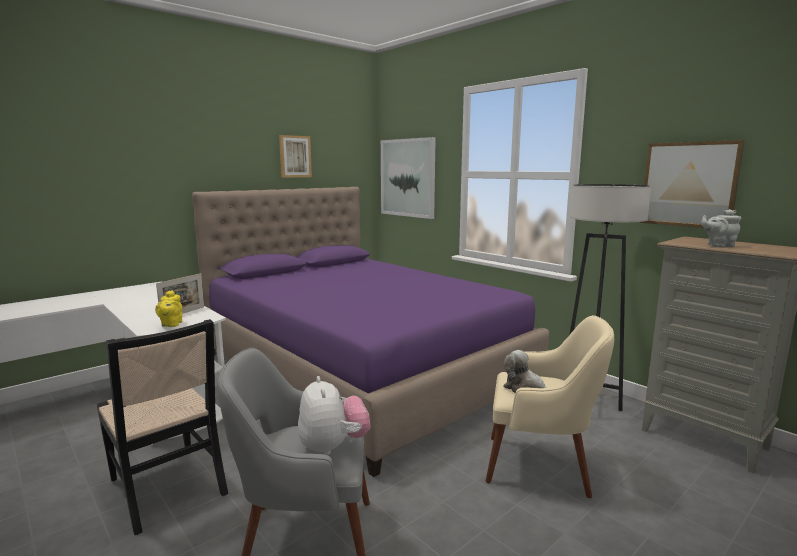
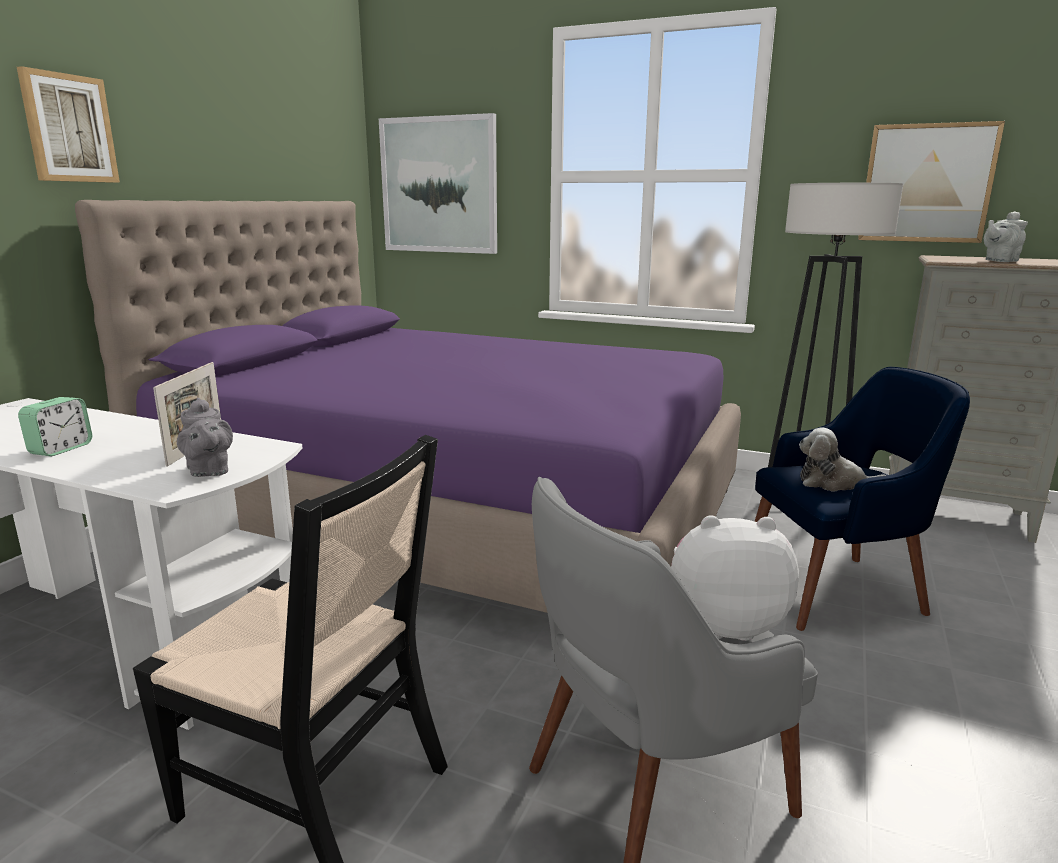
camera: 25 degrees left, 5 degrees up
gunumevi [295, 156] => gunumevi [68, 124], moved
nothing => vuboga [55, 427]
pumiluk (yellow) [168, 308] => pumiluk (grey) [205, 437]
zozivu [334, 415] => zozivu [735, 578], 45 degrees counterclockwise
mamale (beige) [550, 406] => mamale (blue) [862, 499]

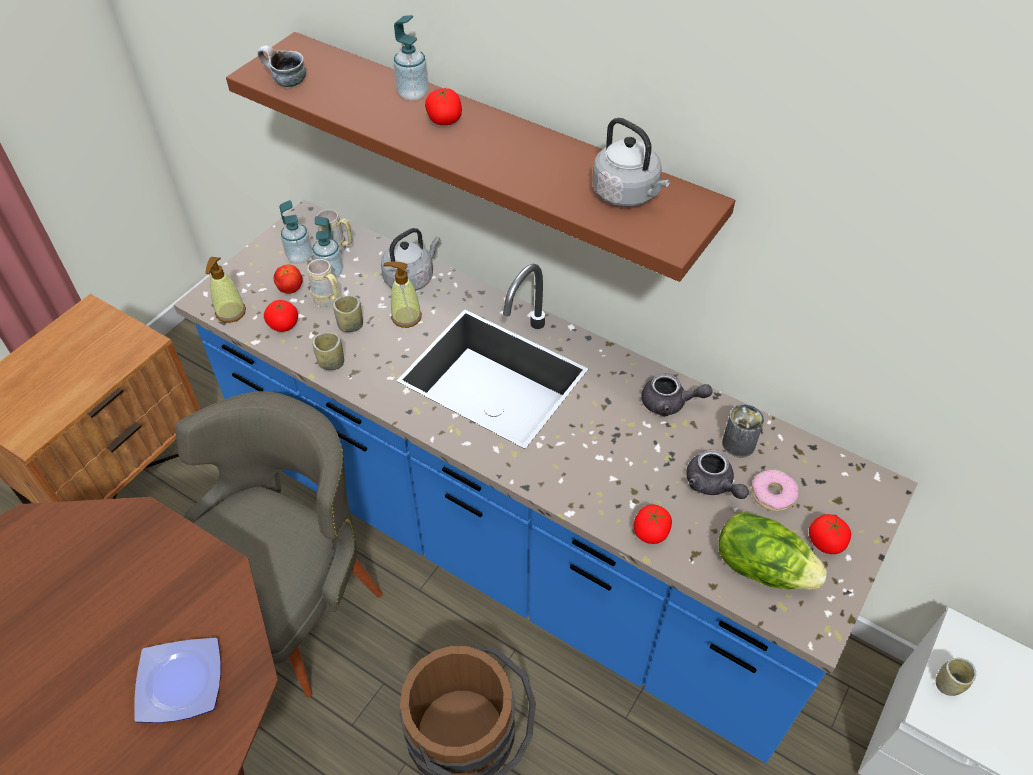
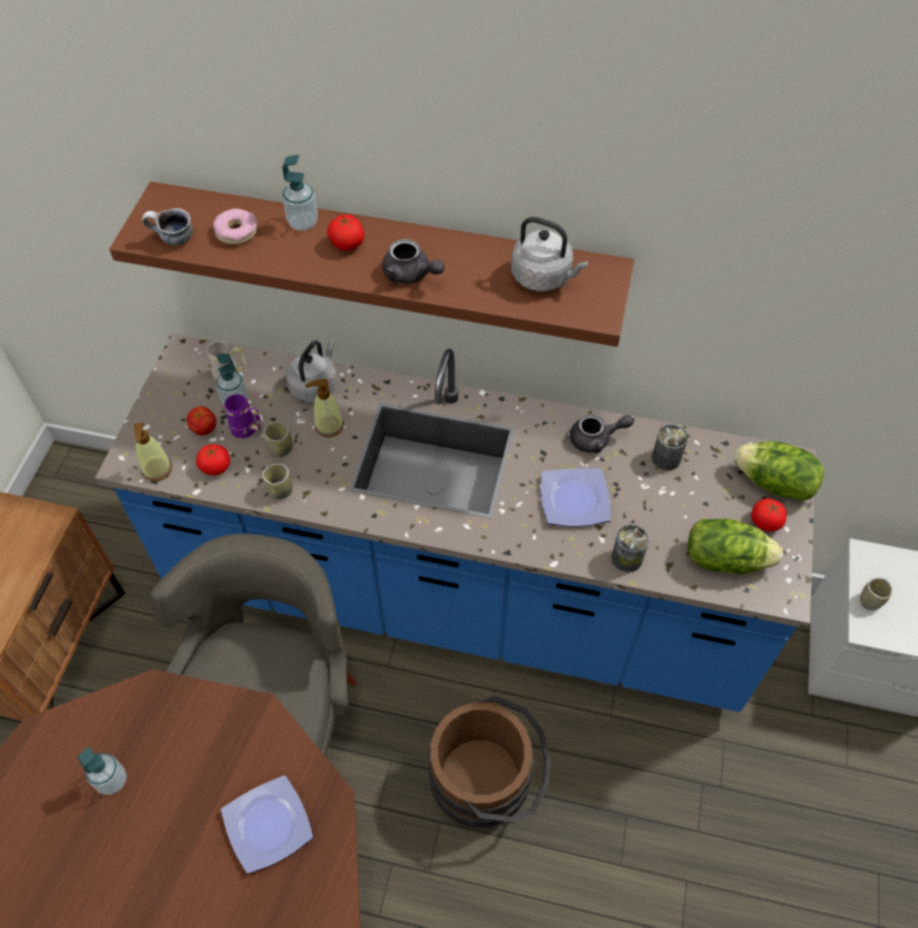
camera: 20 degrees left, 5 degrees up
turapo [295, 232] => turapo [102, 771], moved
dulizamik [775, 490] => dulizamik [235, 226], moved
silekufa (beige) [323, 283] => silekufa (purple) [243, 416]
pumiluk (grey) [717, 474] => pumiluk (grey) [413, 261], moved
nothing => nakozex [575, 497]
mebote [653, 524] => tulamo [630, 548]
nothing => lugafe [778, 471]

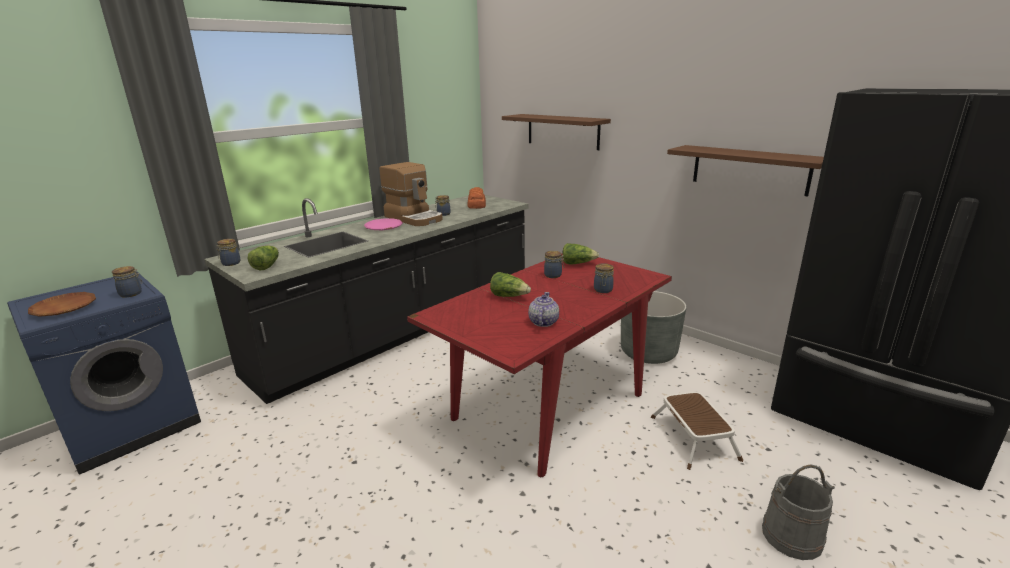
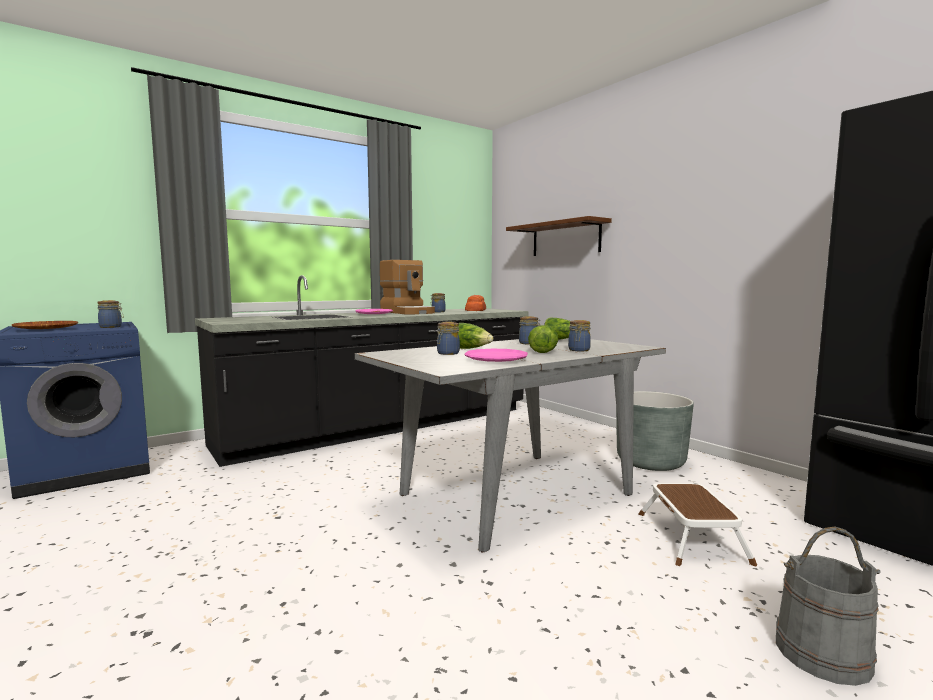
camera: 10 degrees right, 15 degrees down
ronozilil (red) [539, 367] => ronozilil (grey) [510, 445]
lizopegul [228, 252] => lizopegul [448, 338], moved
pumiluk [543, 309] => nakozex (pink) [496, 355]
lugafe [263, 258] => lugafe [543, 339], moved
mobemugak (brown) [745, 170] => nothing

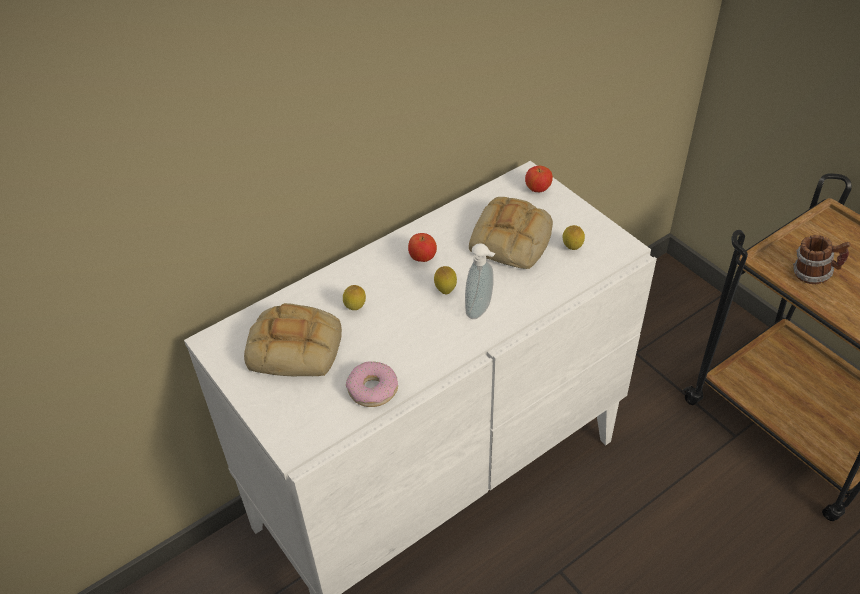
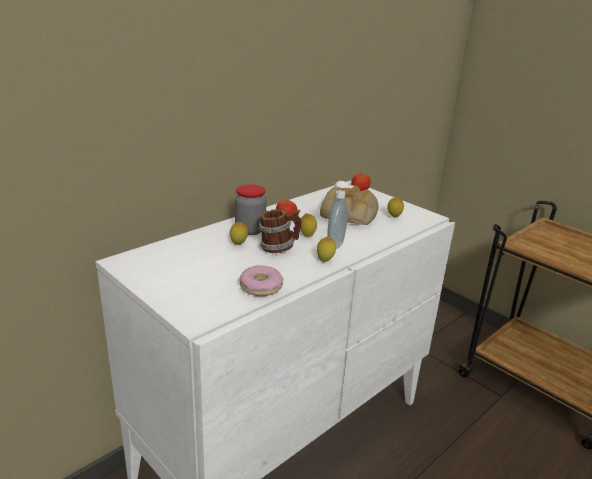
camera: 10 degrees left, 20 degrees down
nothing => lizopegul [251, 209]
silekufa [821, 259] => silekufa [280, 231], moved
nothing => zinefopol [326, 249]
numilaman [293, 339] => nothing

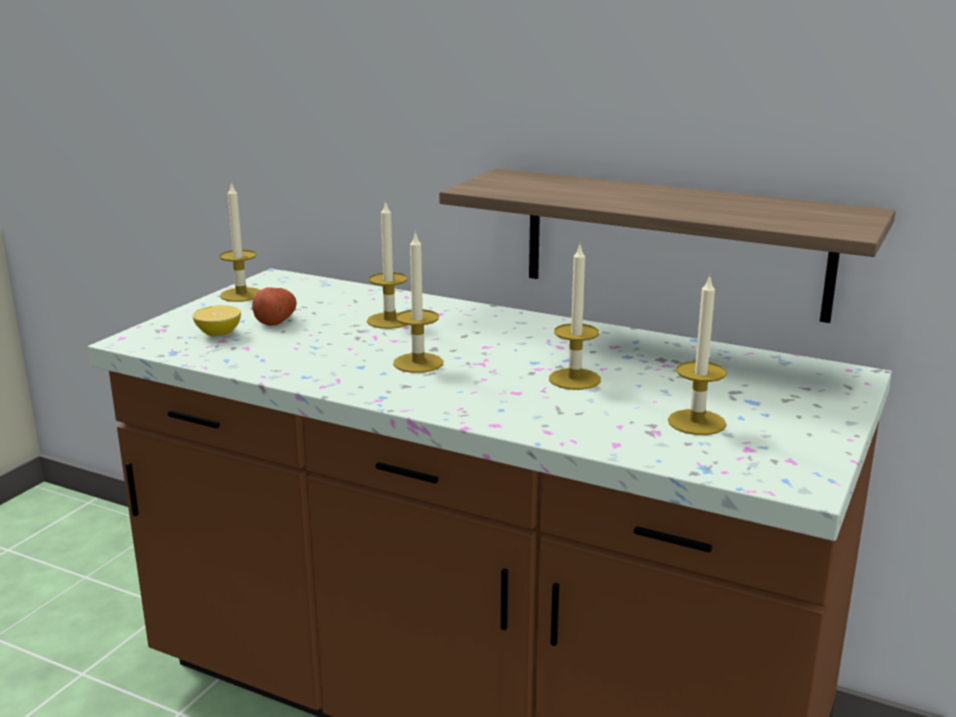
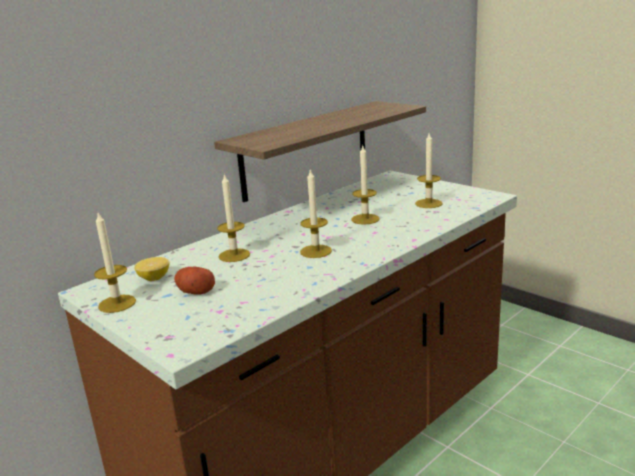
camera: 70 degrees left, 0 degrees up
zinefopol [217, 321] => zinefopol [151, 269], moved

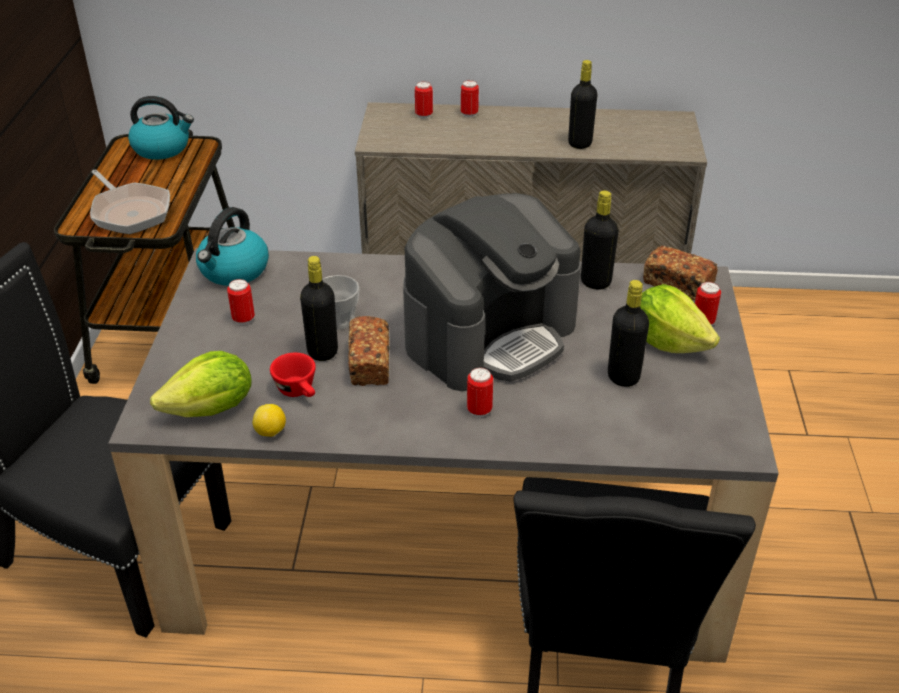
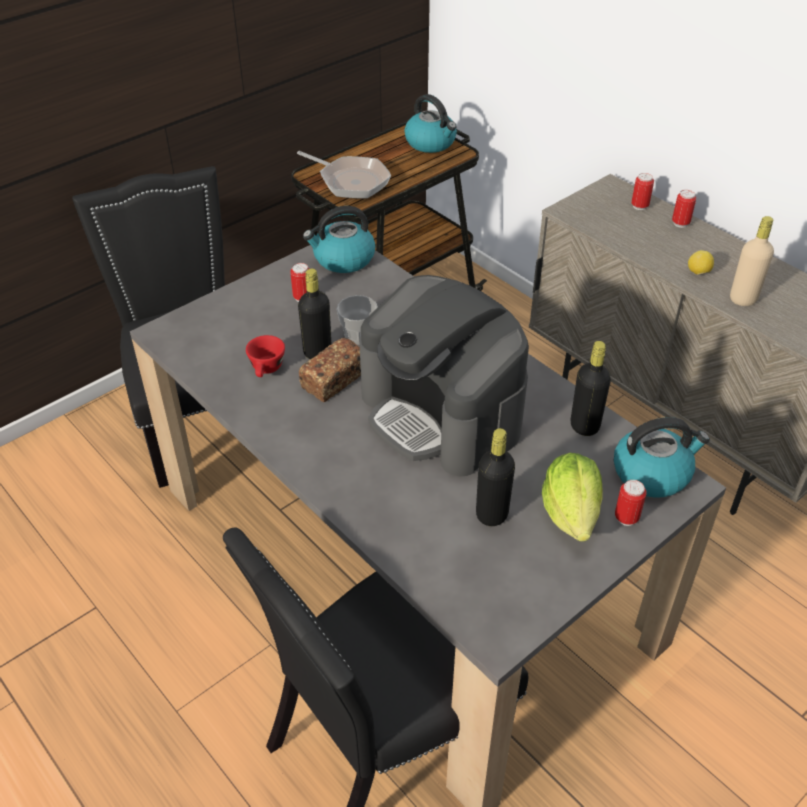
camera: 45 degrees right, 5 degrees up
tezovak [130, 202] => tezovak [344, 175], 60 degrees counterclockwise
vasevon [492, 292] => vasevon [444, 376], 45 degrees clockwise
numilaman [680, 273] => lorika [662, 457]
zinefopol [269, 420] => zinefopol [701, 262], moved
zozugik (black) [582, 104] => zozugik (beige) [752, 261]
lugafe [201, 384] => nothing
tulamo [480, 392] => nothing

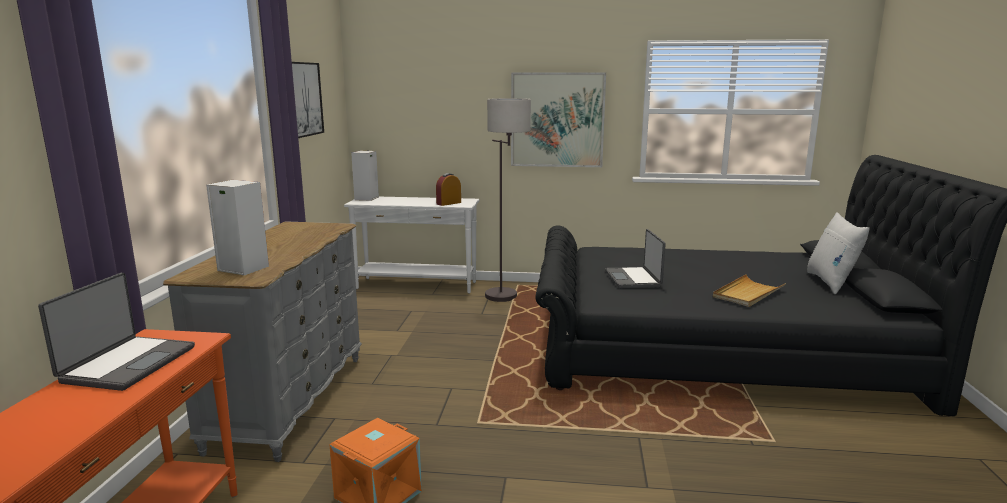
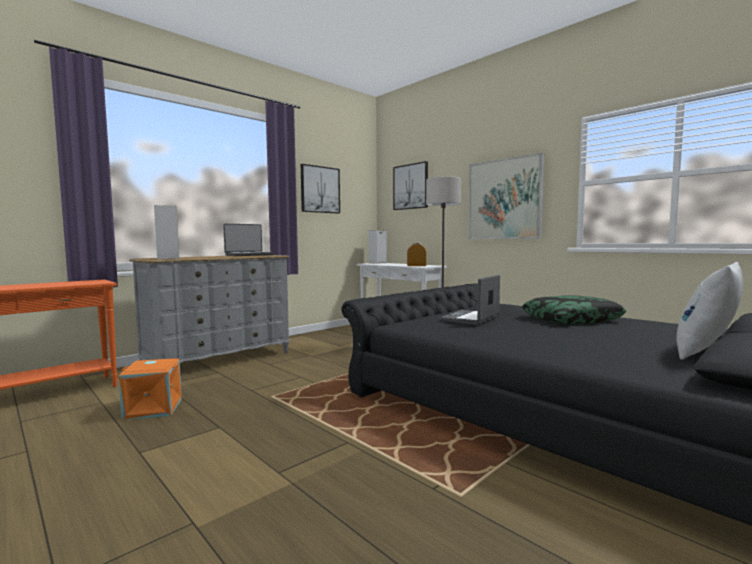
camera: 40 degrees right, 10 degrees down
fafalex [116, 332] => fafalex [248, 240], moved
nothing => gunumevi [410, 185]
nothing => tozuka [574, 309]
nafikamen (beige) [749, 290] => nothing

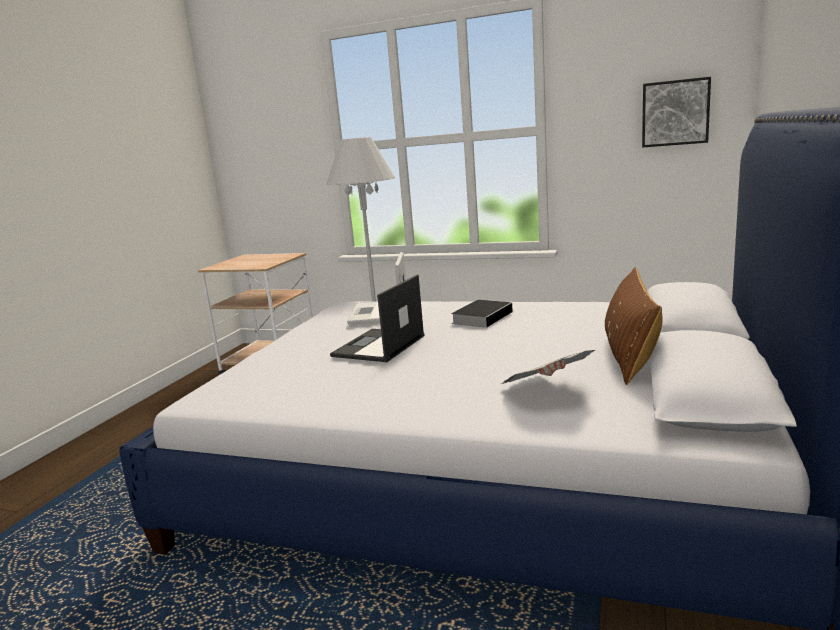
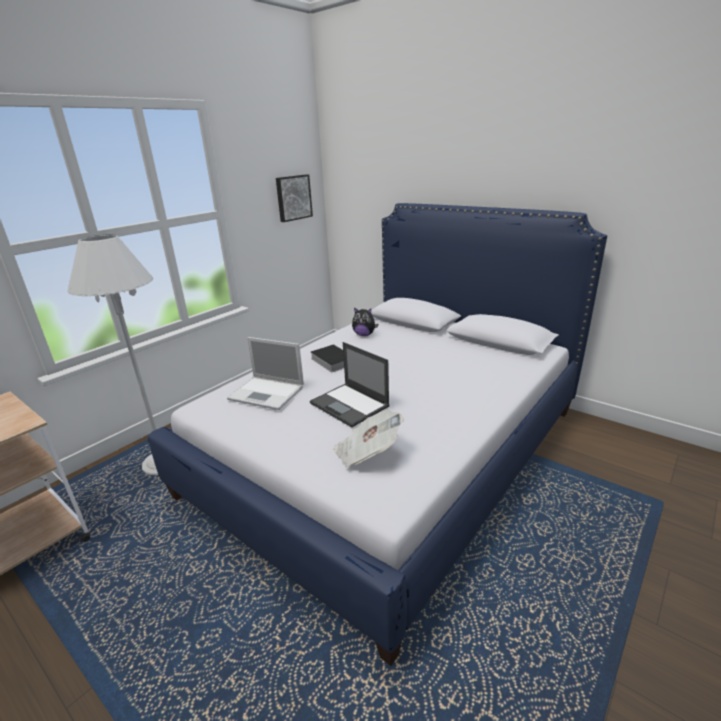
camera: 70 degrees left, 10 degrees up
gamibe [548, 367] => gamibe [368, 438], moved
nothing => zozivu [365, 322]
tozuka (brown) [634, 326] => nothing

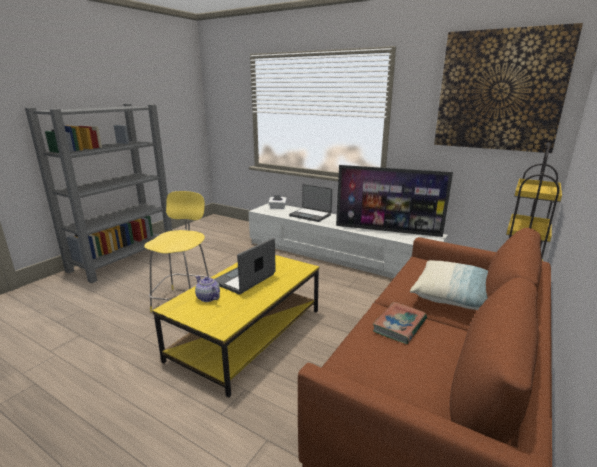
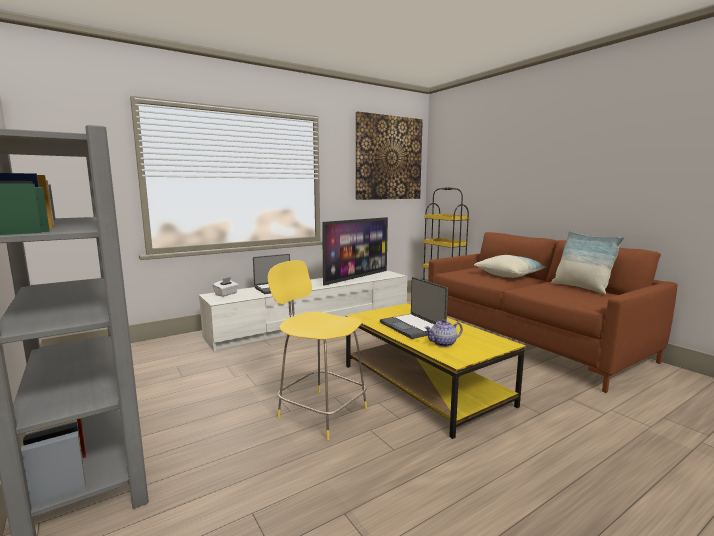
camera: 65 degrees left, 10 degrees down
nothing => tozuka [587, 262]
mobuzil [400, 323] => nothing

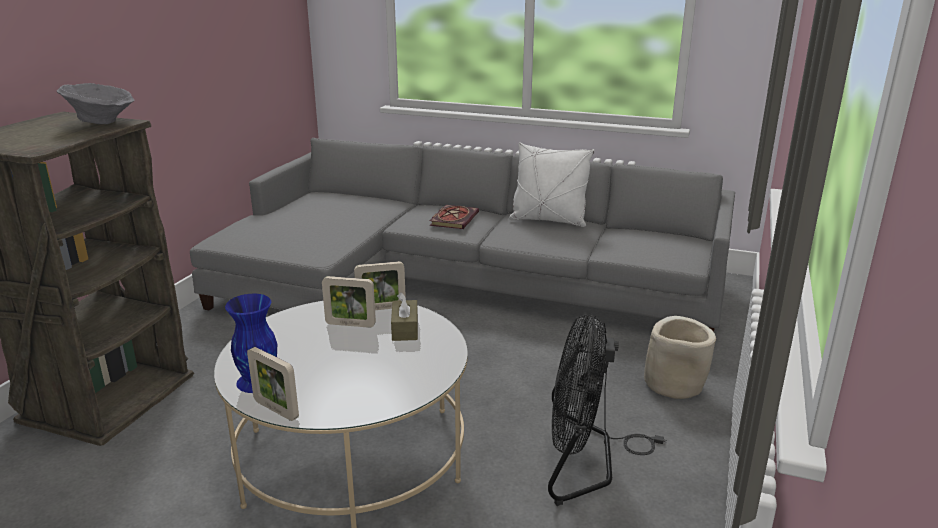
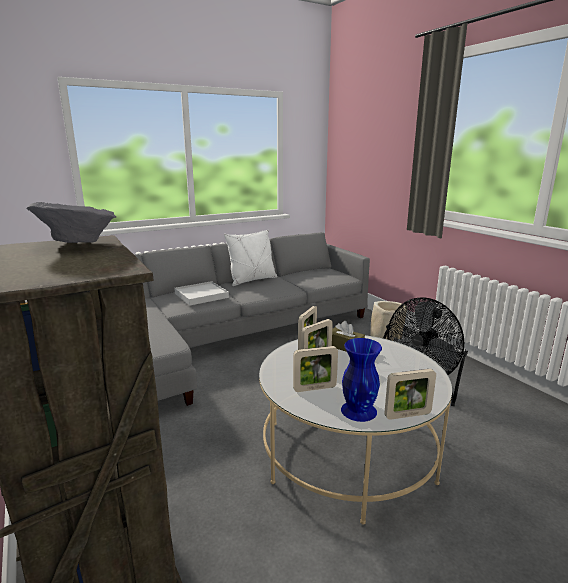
camera: 50 degrees left, 5 degrees down
mobuzil [454, 217] => nafikamen (white) [201, 293]
nothing => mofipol [315, 369]

